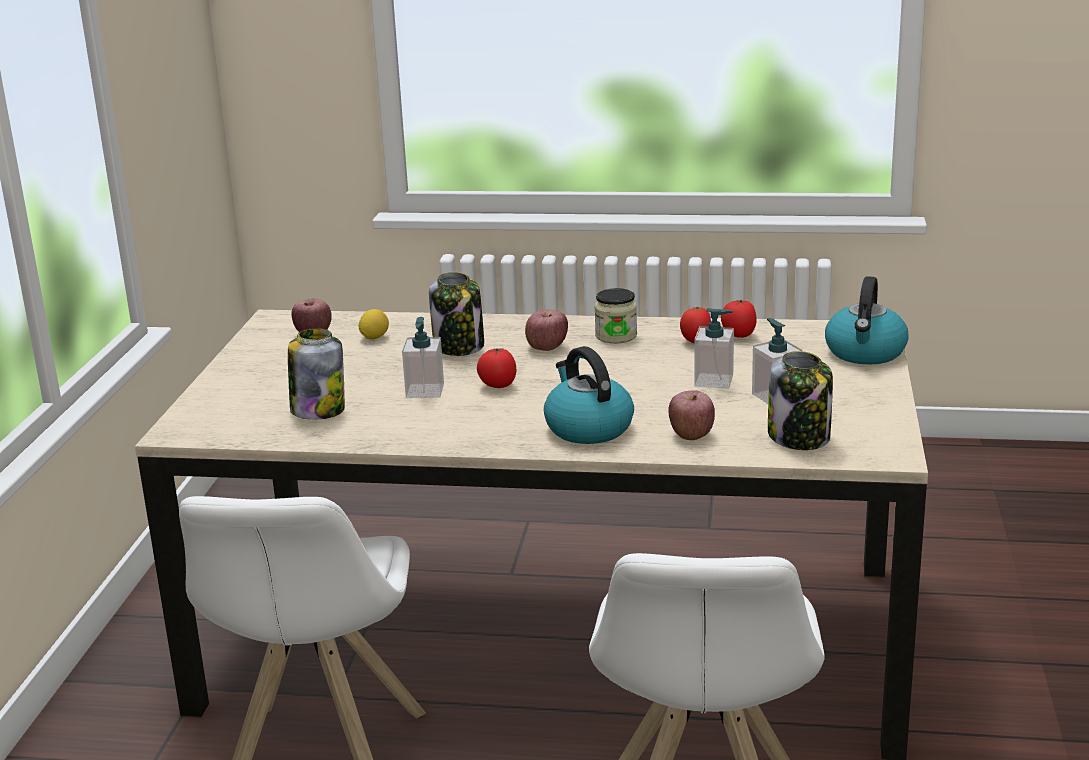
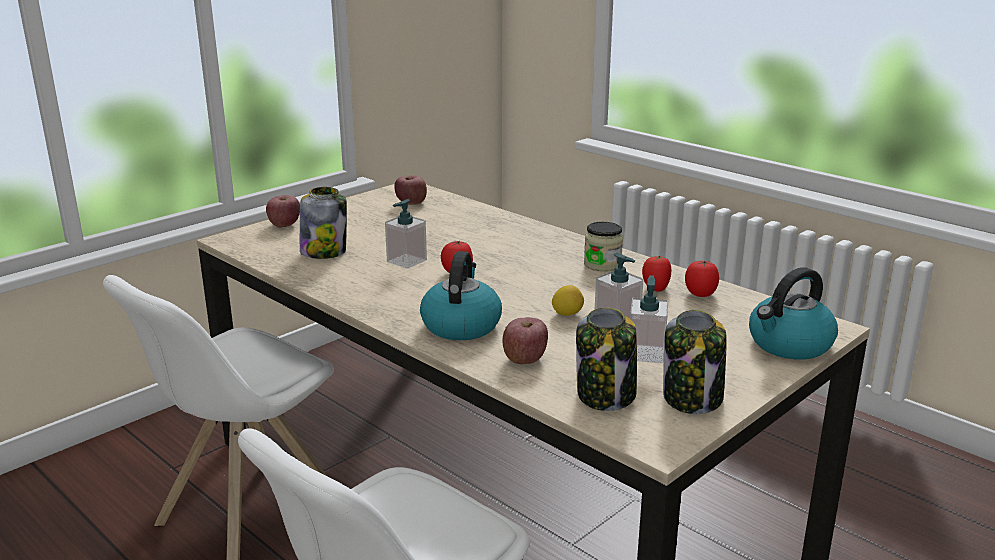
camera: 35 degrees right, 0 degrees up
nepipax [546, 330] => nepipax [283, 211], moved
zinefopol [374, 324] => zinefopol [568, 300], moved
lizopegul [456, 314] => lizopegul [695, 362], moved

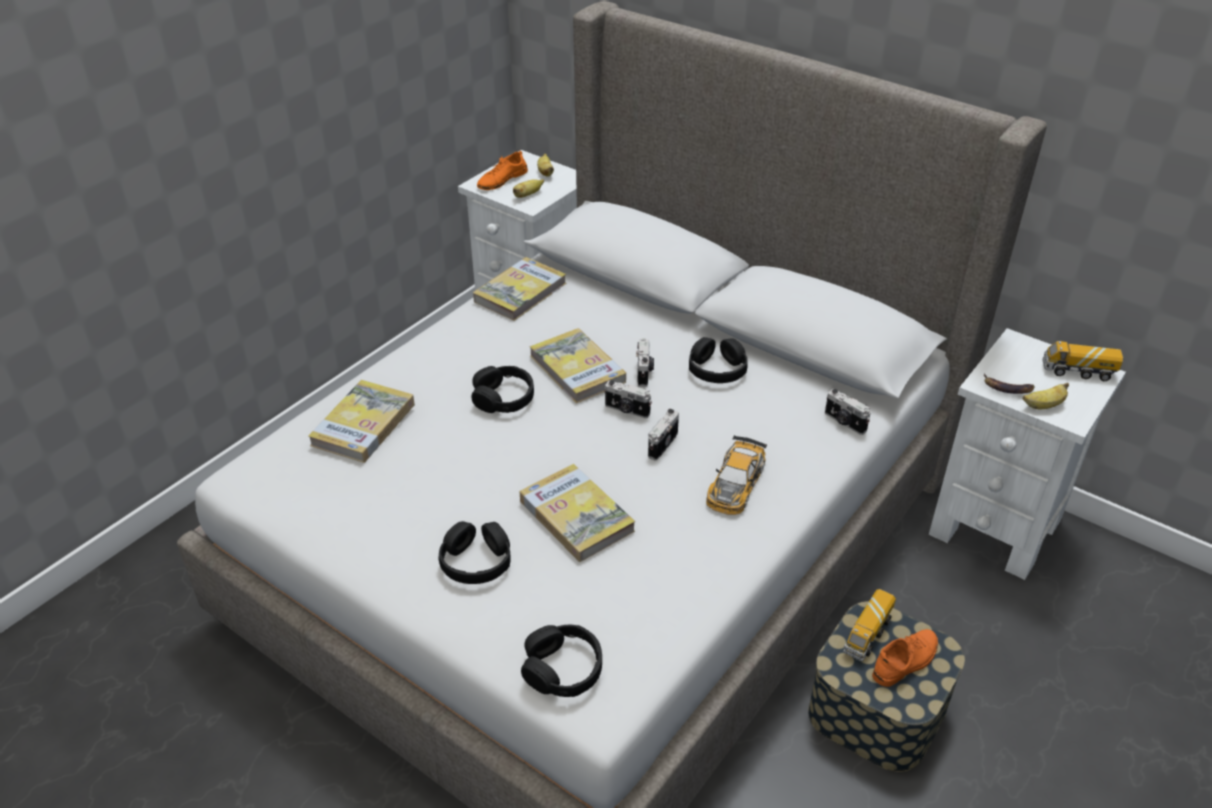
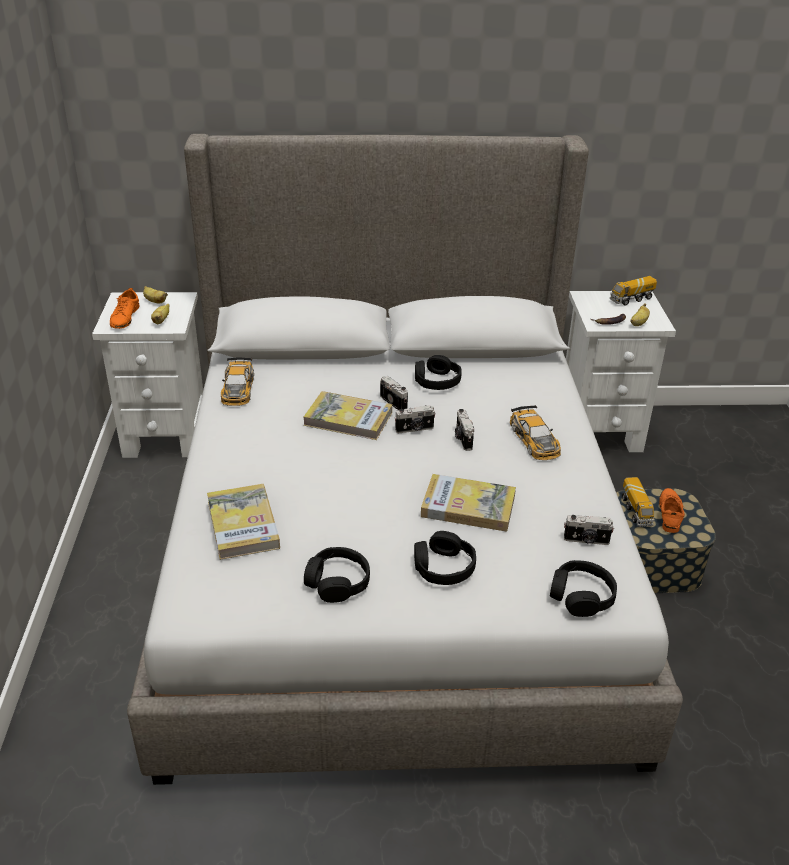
camera: 40 degrees left, 5 degrees down
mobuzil [519, 289] => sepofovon [237, 381]
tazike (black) [503, 389] => tazike (black) [337, 575], moved
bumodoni [848, 412] => bumodoni [589, 530], moved

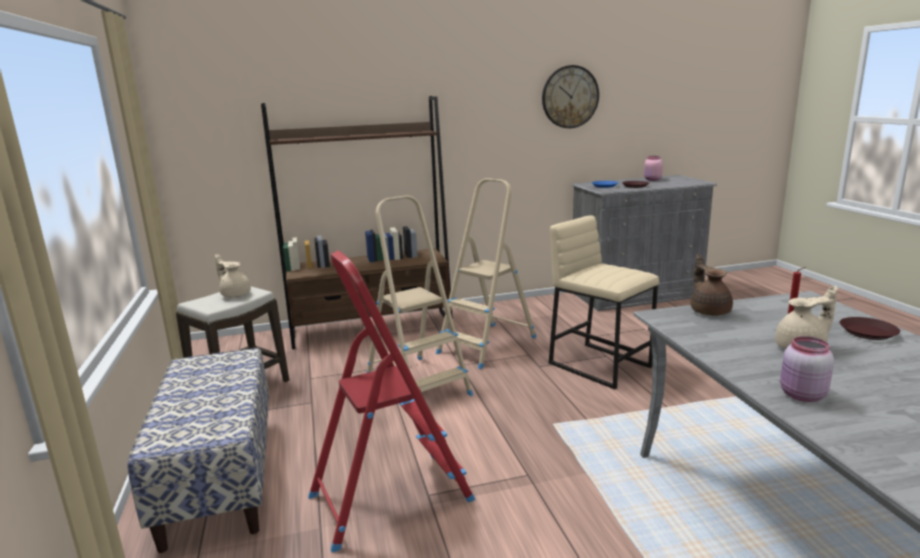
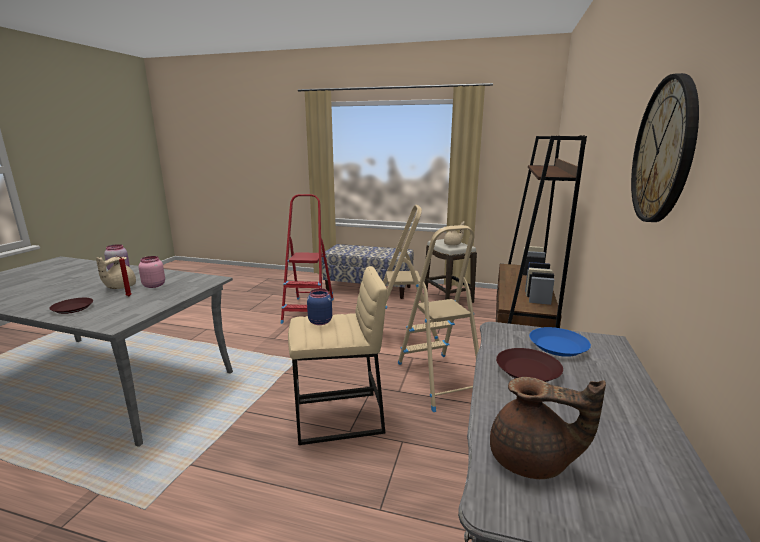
camera: 120 degrees right, 0 degrees up
lizopegul (pink) [653, 168] => lizopegul (pink) [151, 272], moved
nothing => lizopegul (blue) [319, 307]
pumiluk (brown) [712, 285] => pumiluk (brown) [548, 428], moved

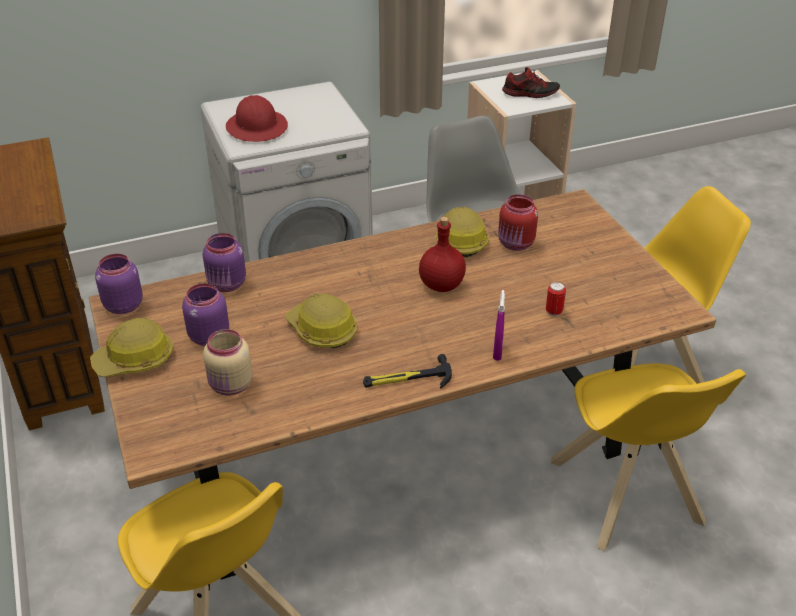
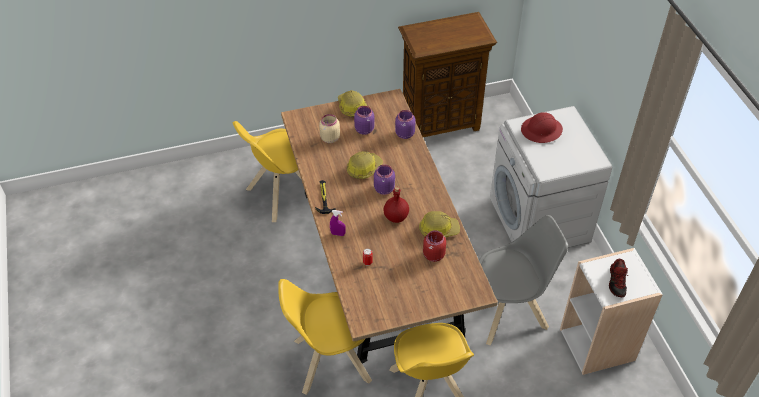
camera: 95 degrees right, 10 degrees up
lizopegul (purple) [119, 284] => lizopegul (purple) [384, 180], moved

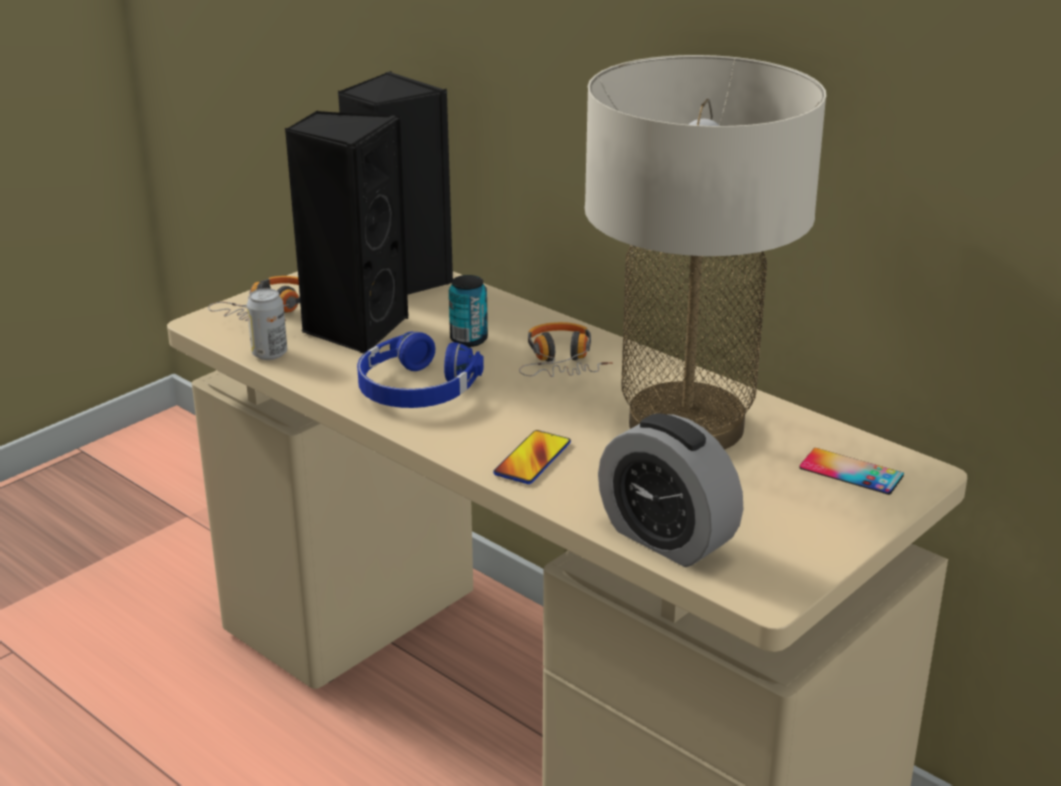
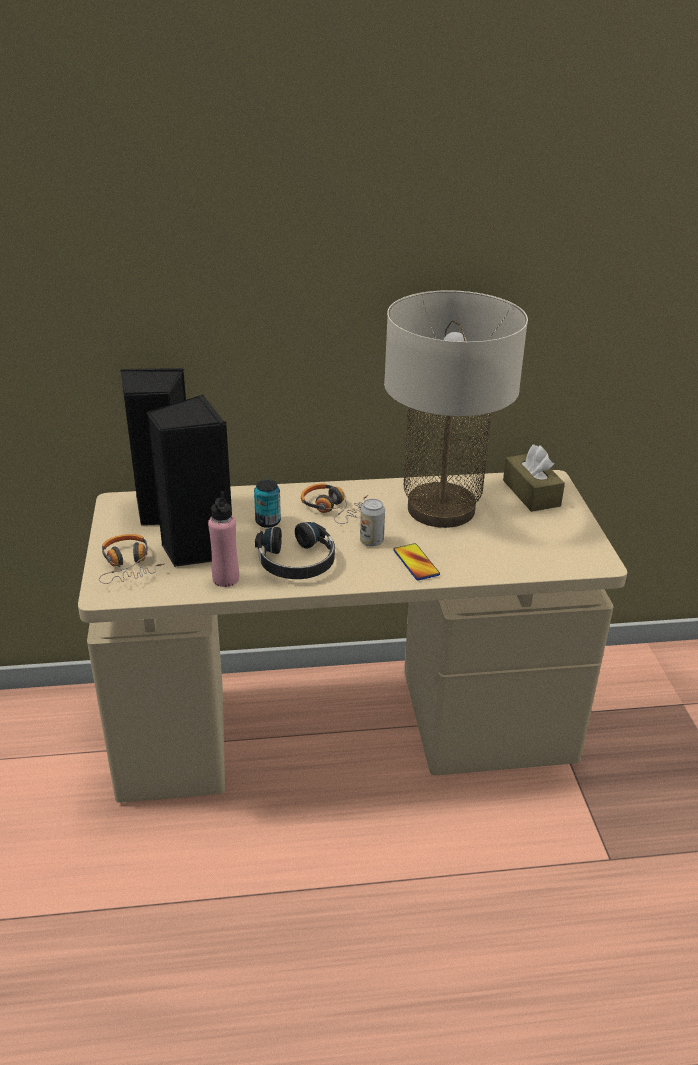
camera: 50 degrees left, 5 degrees up
nothing => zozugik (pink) [223, 539]
tazike (blue) [420, 370] => tazike (black) [295, 550]
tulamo [267, 324] => tulamo [372, 523], moved
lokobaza [852, 471] => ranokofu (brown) [534, 478]
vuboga [670, 490] => nothing

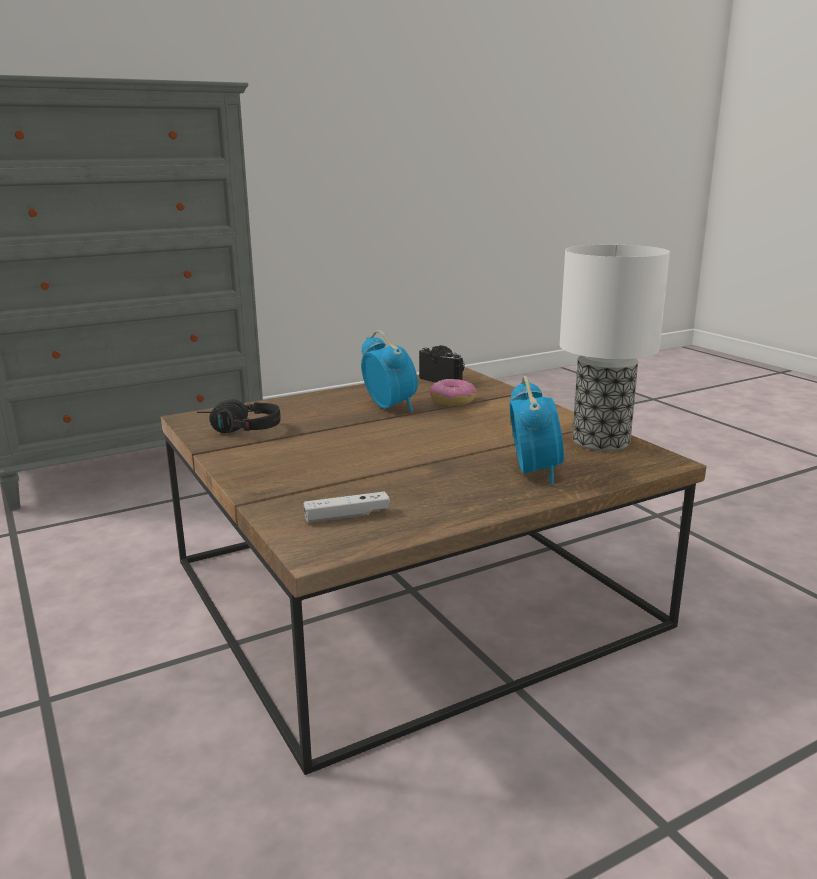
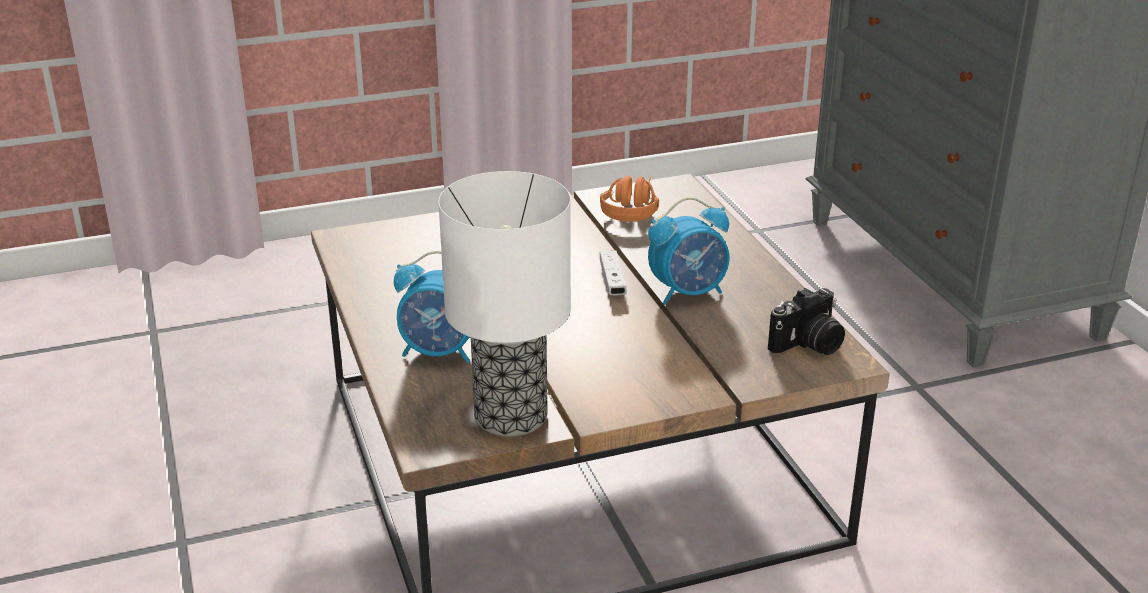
camera: 100 degrees right, 10 degrees up
tazike (black) [238, 416] => tazike (orange) [629, 199]
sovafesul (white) [346, 507] => sovafesul (white) [613, 273], moved
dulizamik [453, 392] => nothing

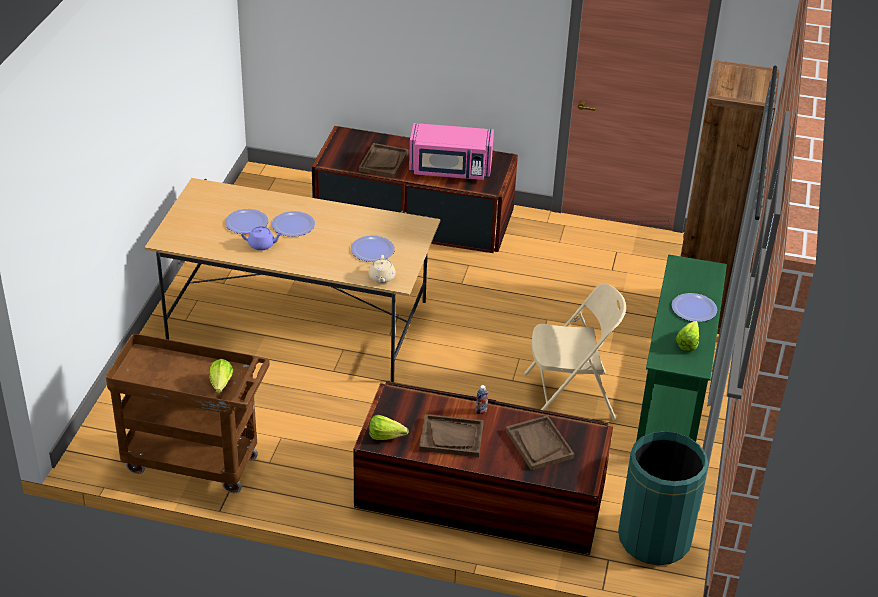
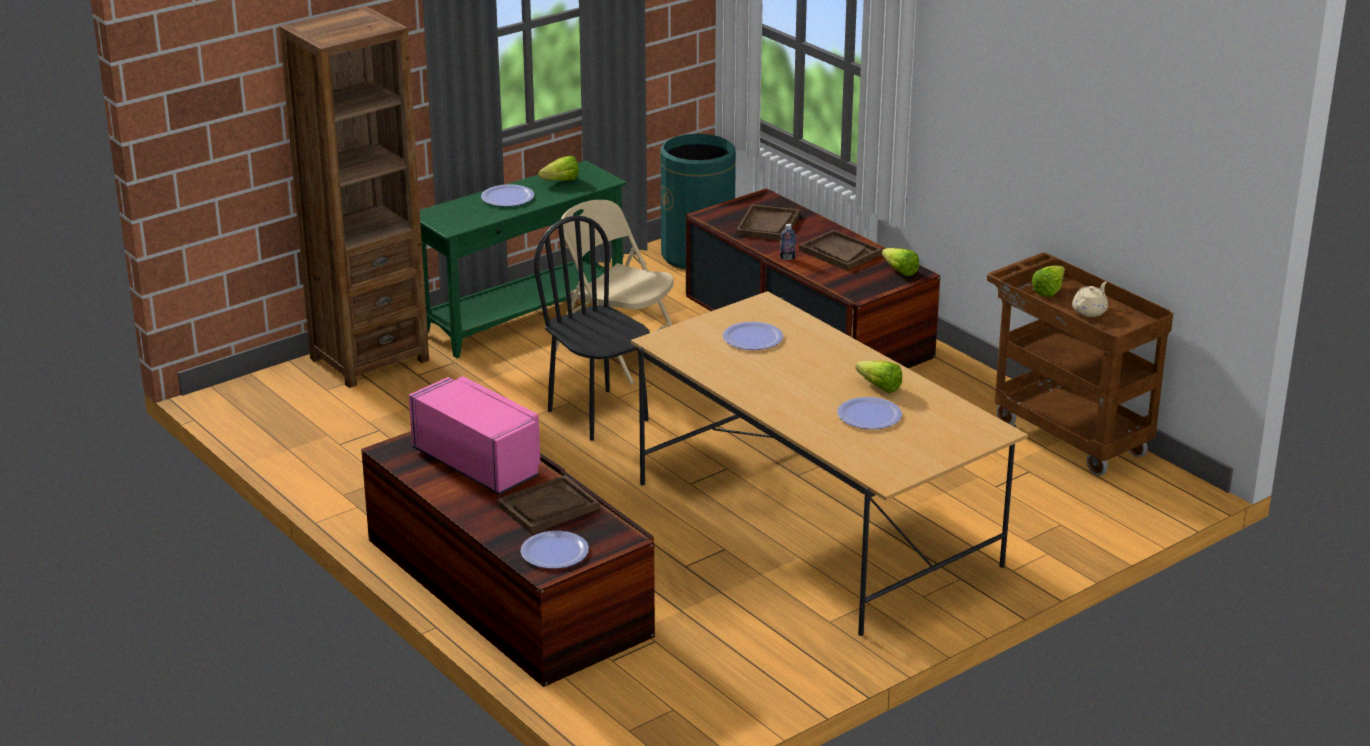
camera: 140 degrees left, 10 degrees down
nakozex [293, 224] => nakozex [555, 550], moved
nothing => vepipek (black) [592, 328]
pumiluk (purple) [262, 238] => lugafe [878, 377]
pumiluk (beige) [382, 269] => pumiluk (beige) [1090, 299], moved

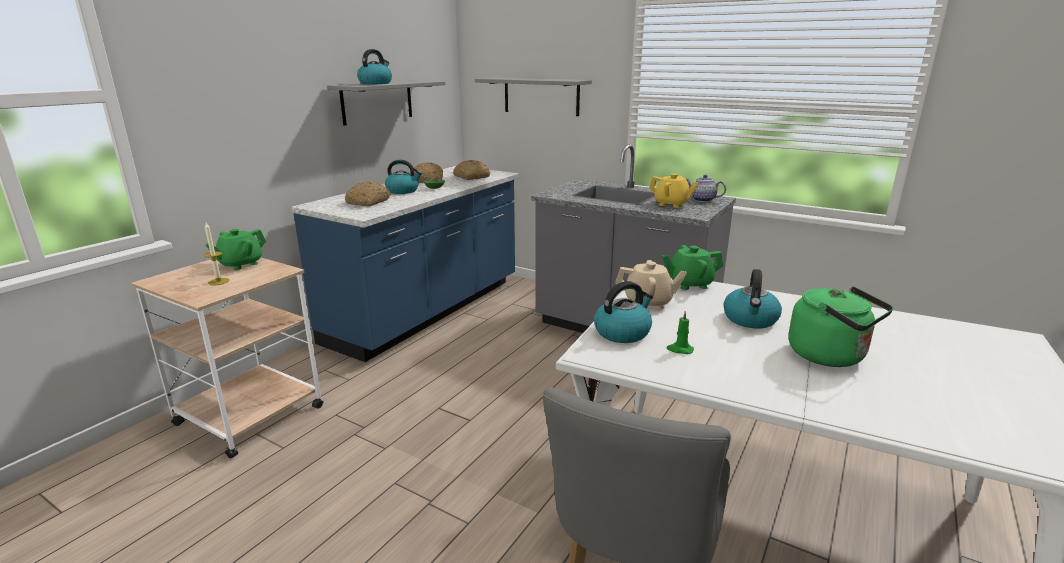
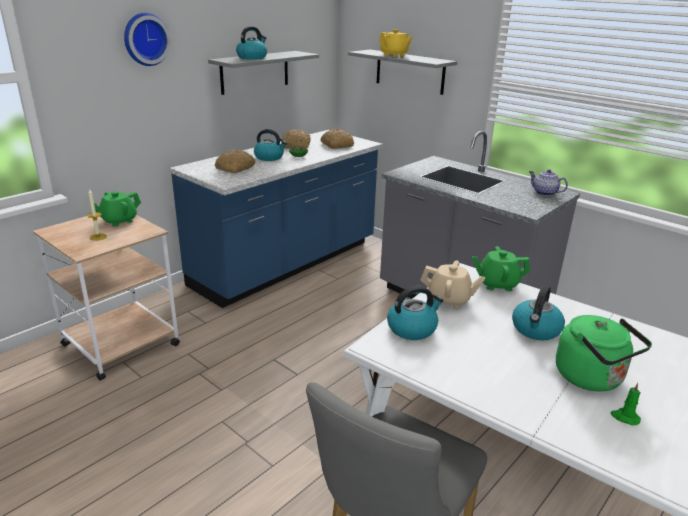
camera: 10 degrees right, 5 degrees up
nothing => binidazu [147, 39]
pumiluk (yellow) [674, 191] => pumiluk (yellow) [396, 43], moved
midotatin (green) [680, 332] => midotatin (green) [626, 404], moved

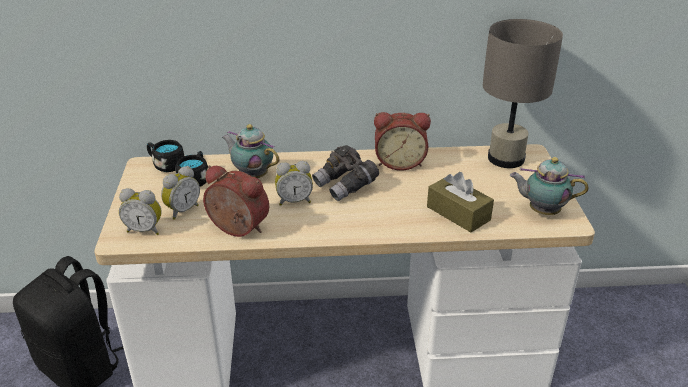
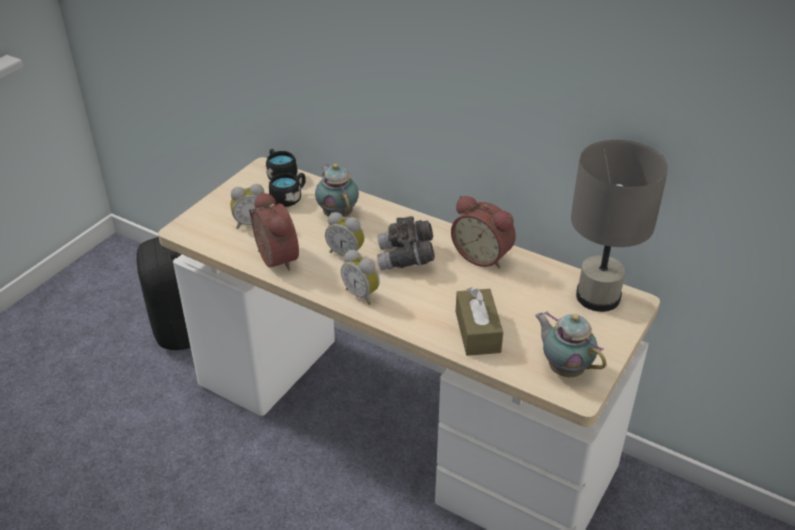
camera: 35 degrees right, 5 degrees up
vuboga [140, 211] => vuboga [360, 277], moved

